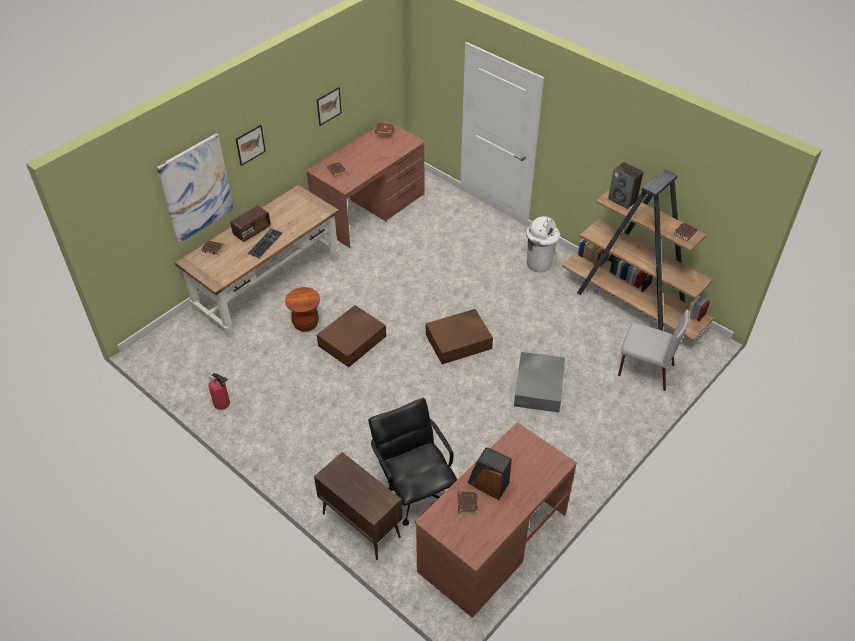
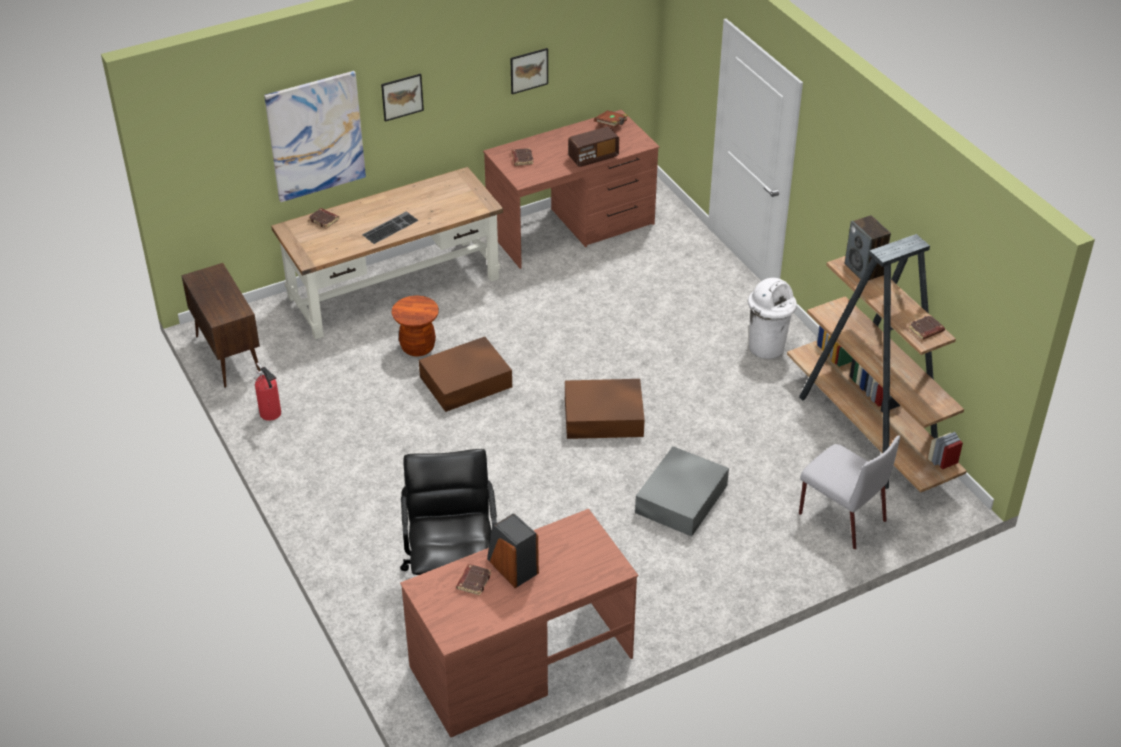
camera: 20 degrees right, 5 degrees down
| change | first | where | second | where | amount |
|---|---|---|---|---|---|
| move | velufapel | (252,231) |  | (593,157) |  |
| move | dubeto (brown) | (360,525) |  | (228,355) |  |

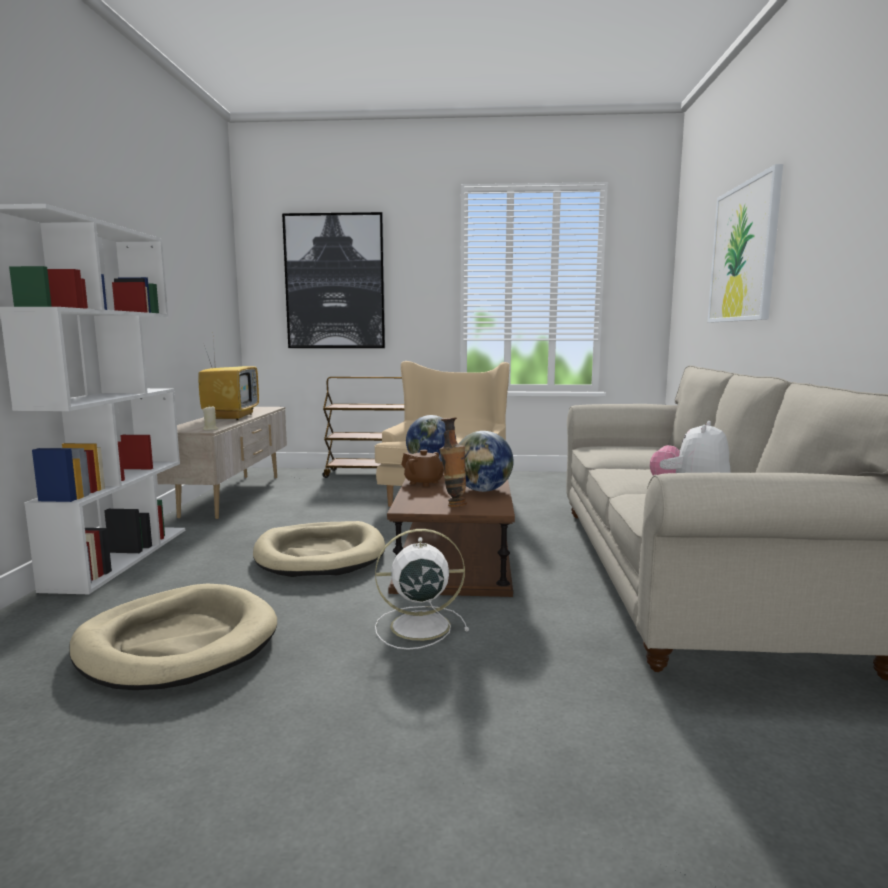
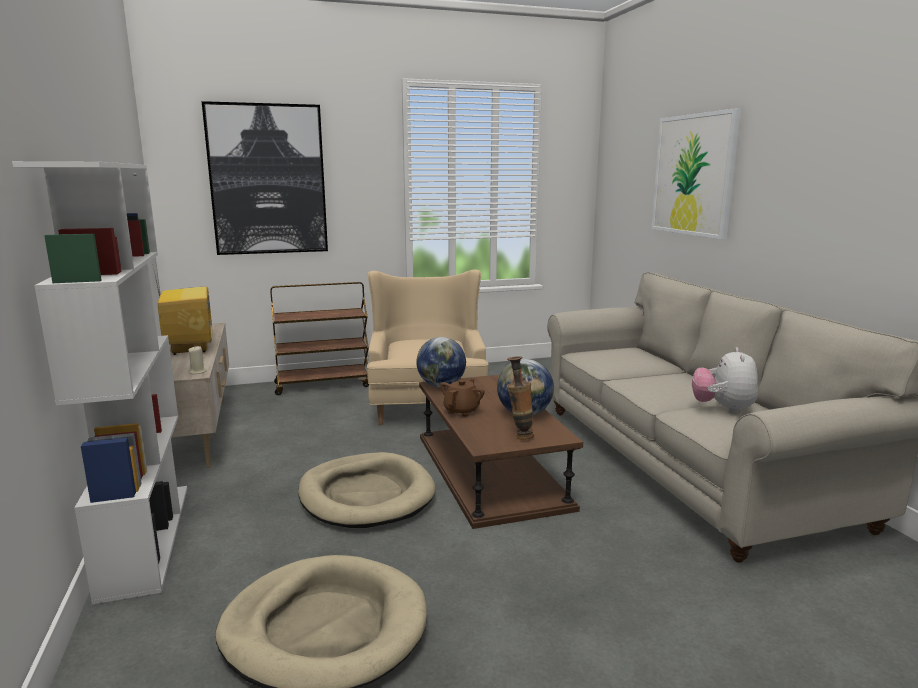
camera: 20 degrees left, 5 degrees up
| change | first | where | second | where | amount |
|---|---|---|---|---|---|
| rotate | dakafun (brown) | (424,483) |  | (462,411) | 75 degrees counterclockwise |
| delete | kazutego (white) | (417,626) |  |  |  |

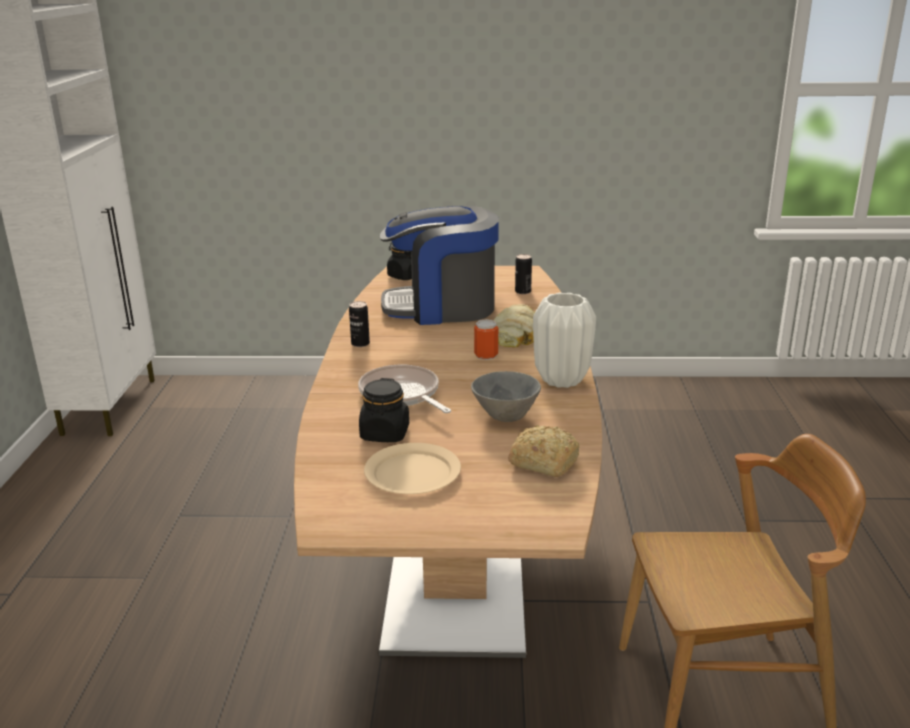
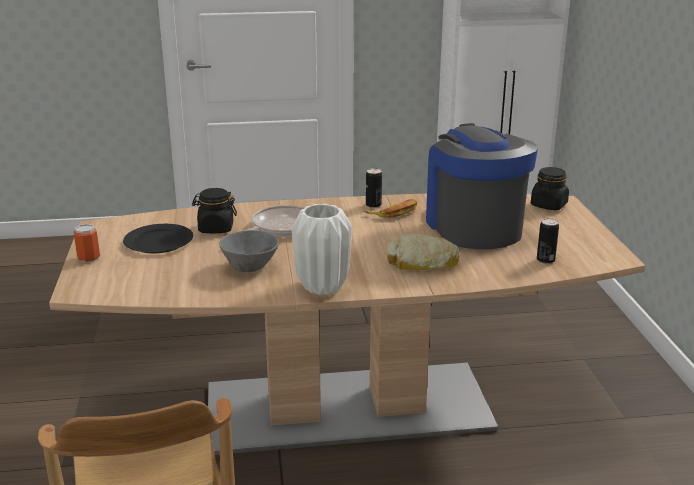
camera: 80 degrees right, 0 degrees up
| change | first | where | second | where | amount |
|---|---|---|---|---|---|
| move | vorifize | (486,355) |  | (88,258) |  |
| delete | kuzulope | (542,462) |  |  |  |
| recolor | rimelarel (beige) | (413,473) | rimelarel (black) | (158,242) |  |
| insert |  |  | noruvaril | (394,212) |  |

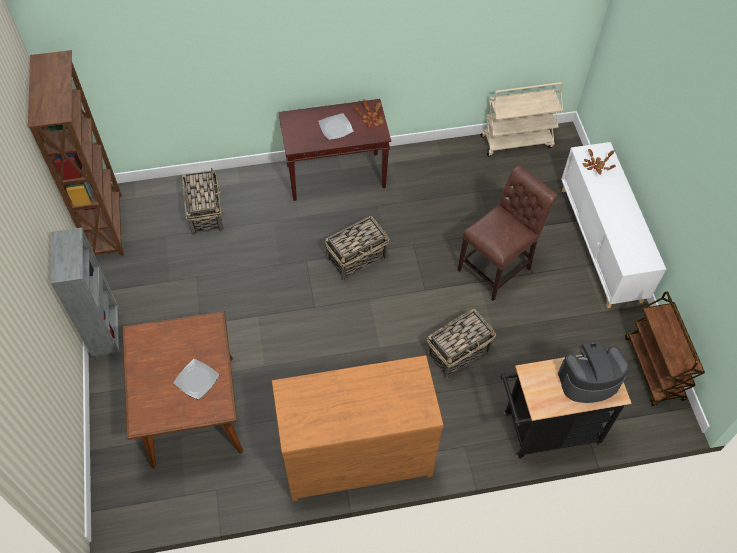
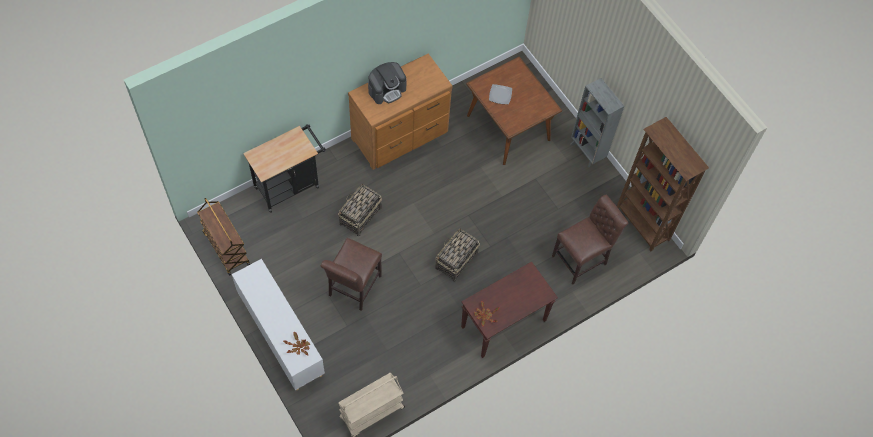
camera: 155 degrees right, 5 degrees up
| change | first | where | second | where | amount |
|---|---|---|---|---|---|
| delete | rimelarel | (335,128) |  |  |  |
| replace | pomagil | (205,212) | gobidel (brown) | (582,259) |  |
| move | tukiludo | (588,380) |  | (387,89) |  |

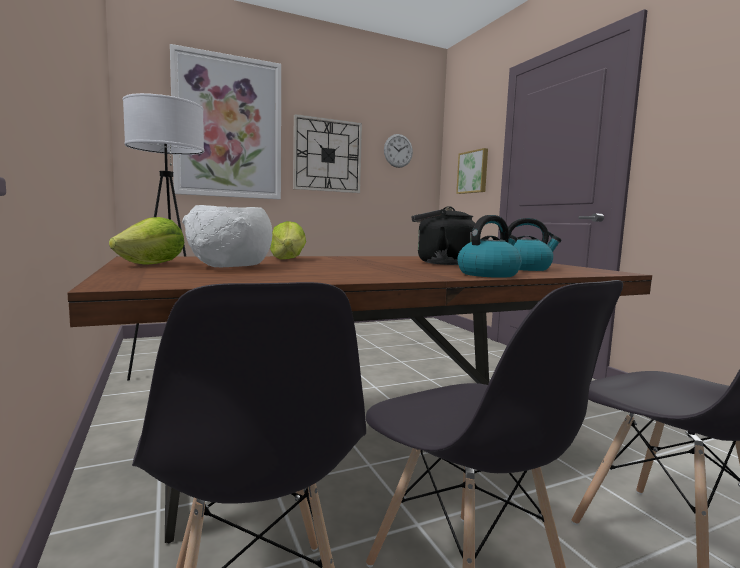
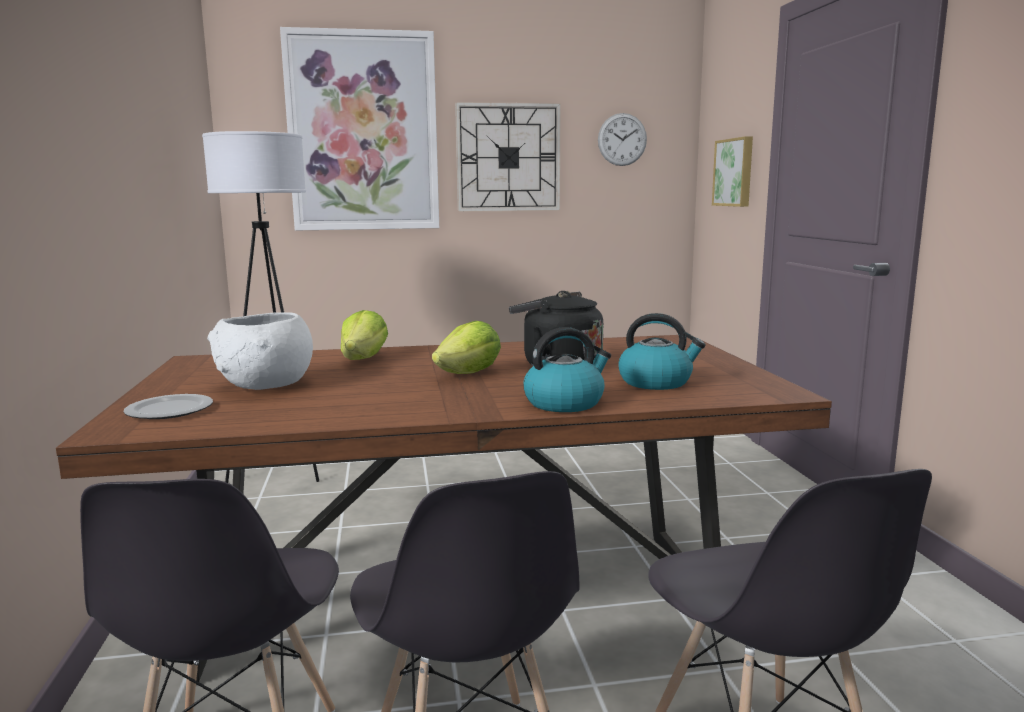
camera: 15 degrees right, 5 degrees up
| change | first | where | second | where | amount |
|---|---|---|---|---|---|
| move | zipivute | (153,264) |  | (469,373) |  |
| insert |  |  | rimelarel | (169,410) |  |

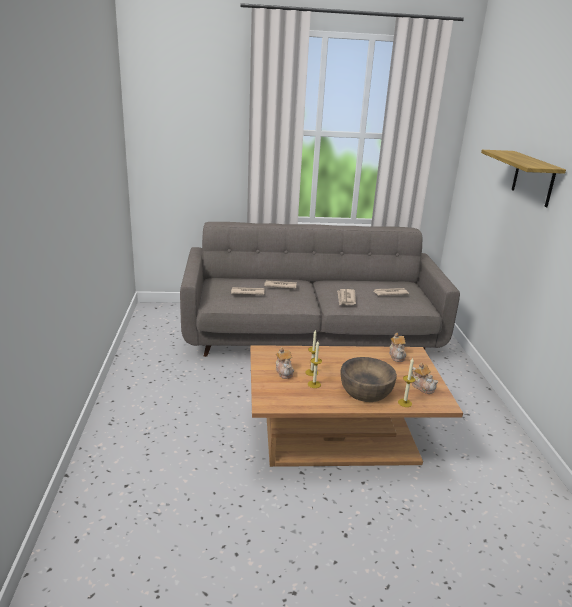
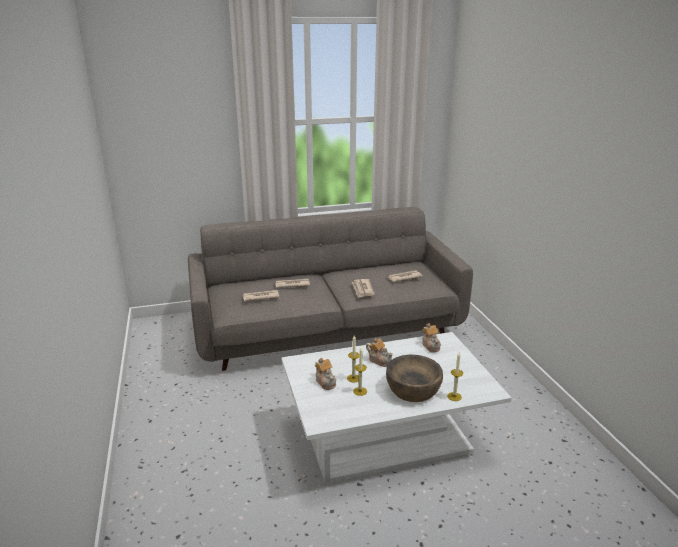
camera: 10 degrees left, 0 degrees up
| change | first | where | second | where | amount |
|---|---|---|---|---|---|
| delete | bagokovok | (533,179) |  |  |  |
| recolor | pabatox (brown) | (340,438) | pabatox (white) | (387,438) |  |
| move | dakafun | (422,387) |  | (379,360) |  |

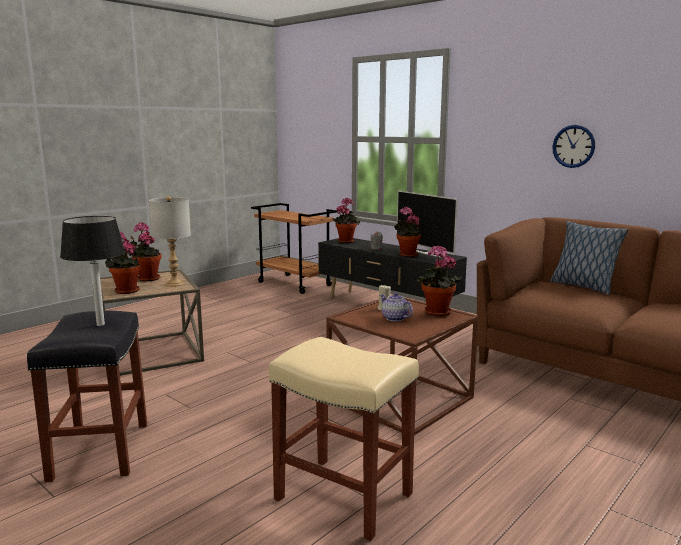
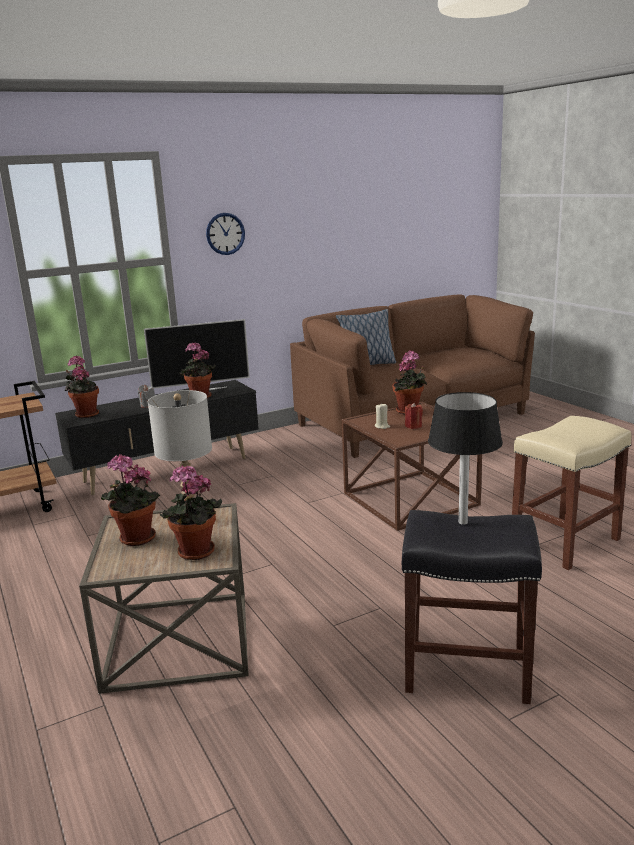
camera: 70 degrees left, 5 degrees up
| change | first | where | second | where | amount |
|---|---|---|---|---|---|
| move | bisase | (573,146) |  | (225,233) |  |
| replace | dakafun | (394,318) | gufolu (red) | (413,426) |  |

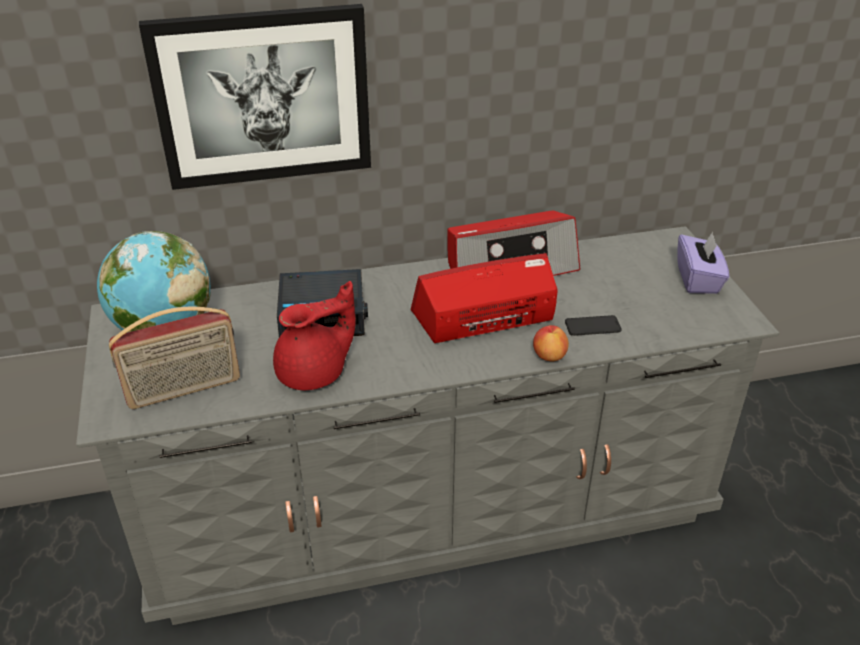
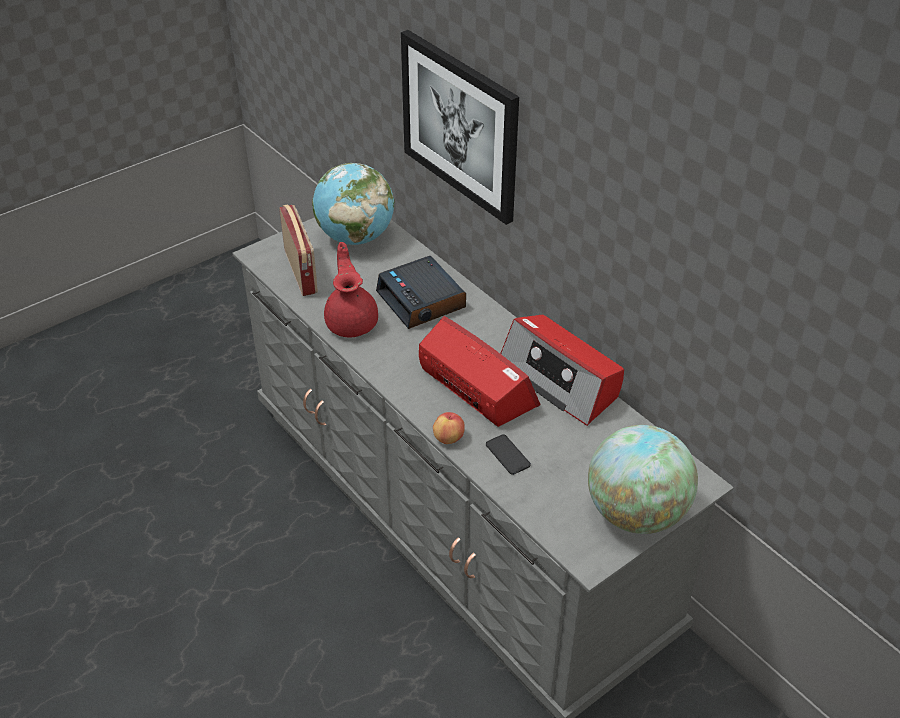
camera: 65 degrees right, 5 degrees up
| change | first | where | second | where | amount |
|---|---|---|---|---|---|
| replace | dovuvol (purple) | (698,279) | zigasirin | (636,513) |  |
| rotate | dakafun (red) | (315,373) |  | (352,322) | 135 degrees counterclockwise |
| rotate | velufapel | (184,389) |  | (301,271) | 150 degrees counterclockwise |

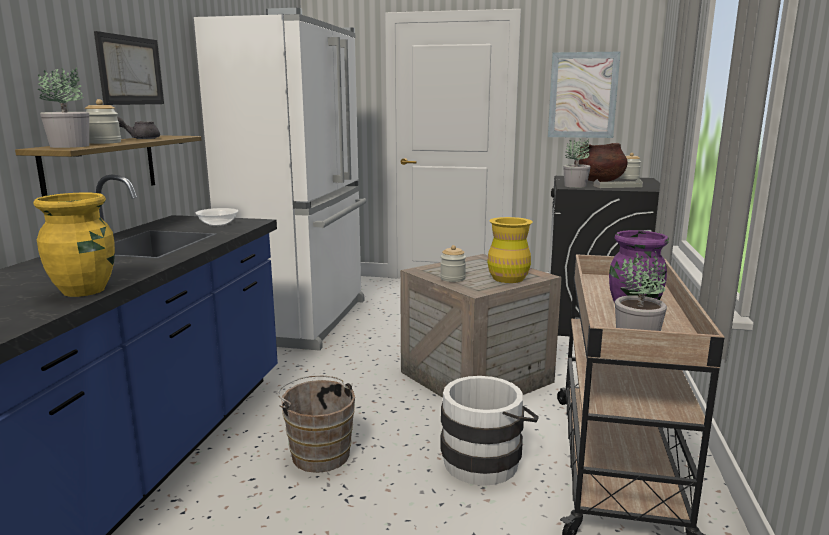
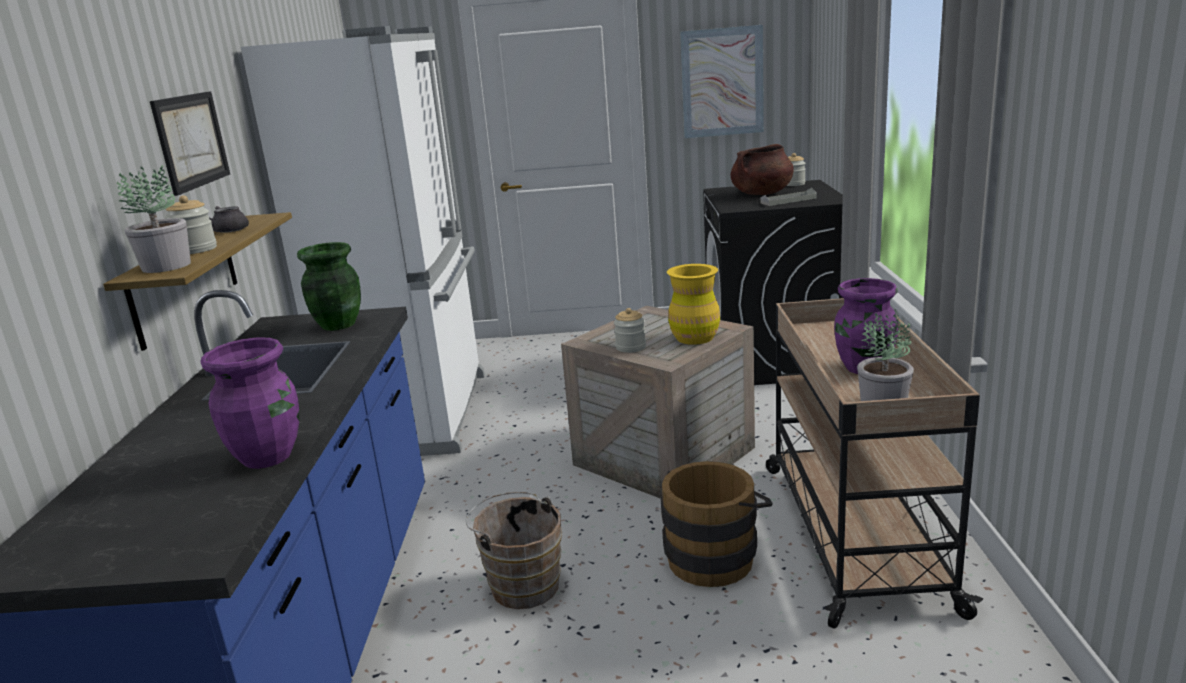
camera: 10 degrees left, 5 degrees up
| change | first | where | second | where | amount |
|---|---|---|---|---|---|
| delete | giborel | (575,186) |  |  |  |
| recolor | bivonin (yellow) | (85,290) | bivonin (purple) | (268,456) |  |
| replace | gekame | (218,224) | bivonin (green) | (337,325) |  |
| recolor | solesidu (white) | (486,460) | solesidu (brown) | (715,556) |  |

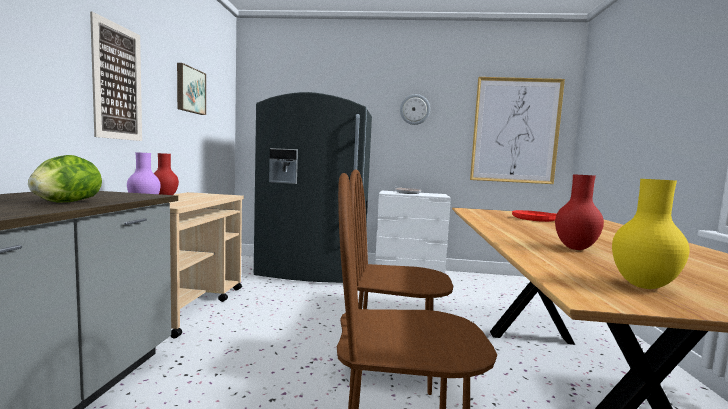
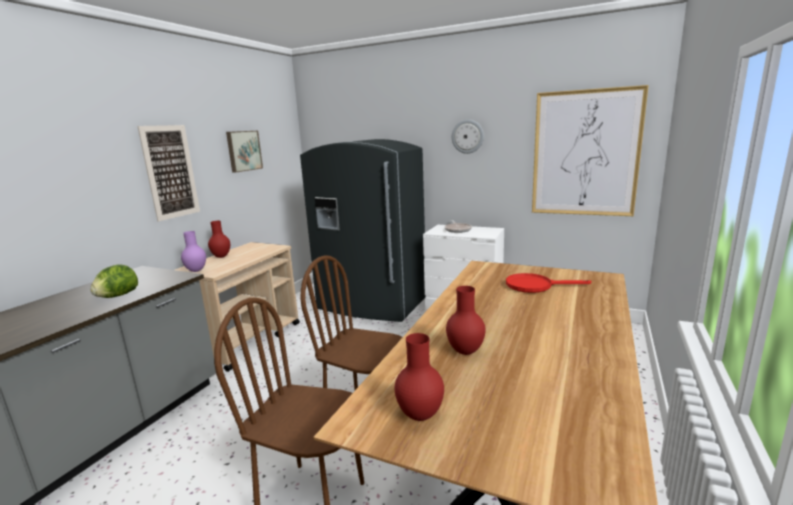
camera: 20 degrees right, 10 degrees up
| change | first | where | second | where | amount |
|---|---|---|---|---|---|
| recolor | bivonin (yellow) | (645,286) | bivonin (red) | (421,416) |  |

